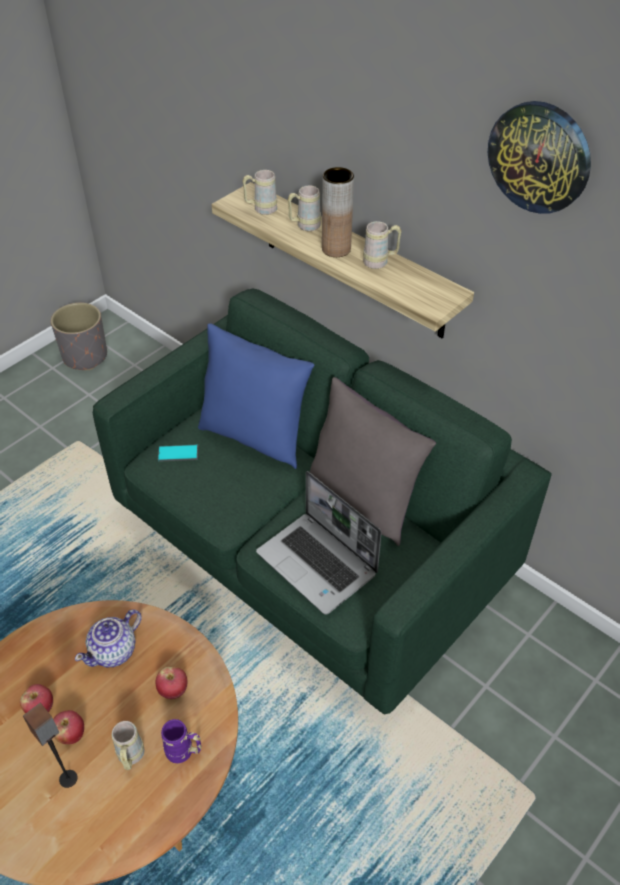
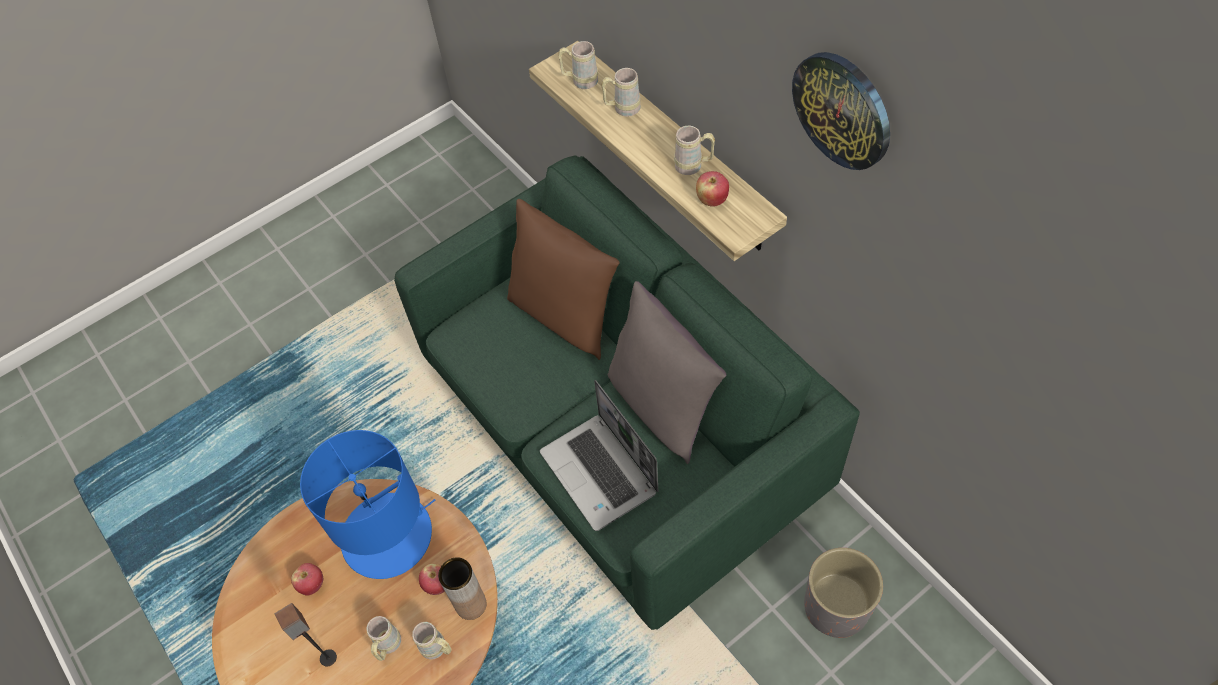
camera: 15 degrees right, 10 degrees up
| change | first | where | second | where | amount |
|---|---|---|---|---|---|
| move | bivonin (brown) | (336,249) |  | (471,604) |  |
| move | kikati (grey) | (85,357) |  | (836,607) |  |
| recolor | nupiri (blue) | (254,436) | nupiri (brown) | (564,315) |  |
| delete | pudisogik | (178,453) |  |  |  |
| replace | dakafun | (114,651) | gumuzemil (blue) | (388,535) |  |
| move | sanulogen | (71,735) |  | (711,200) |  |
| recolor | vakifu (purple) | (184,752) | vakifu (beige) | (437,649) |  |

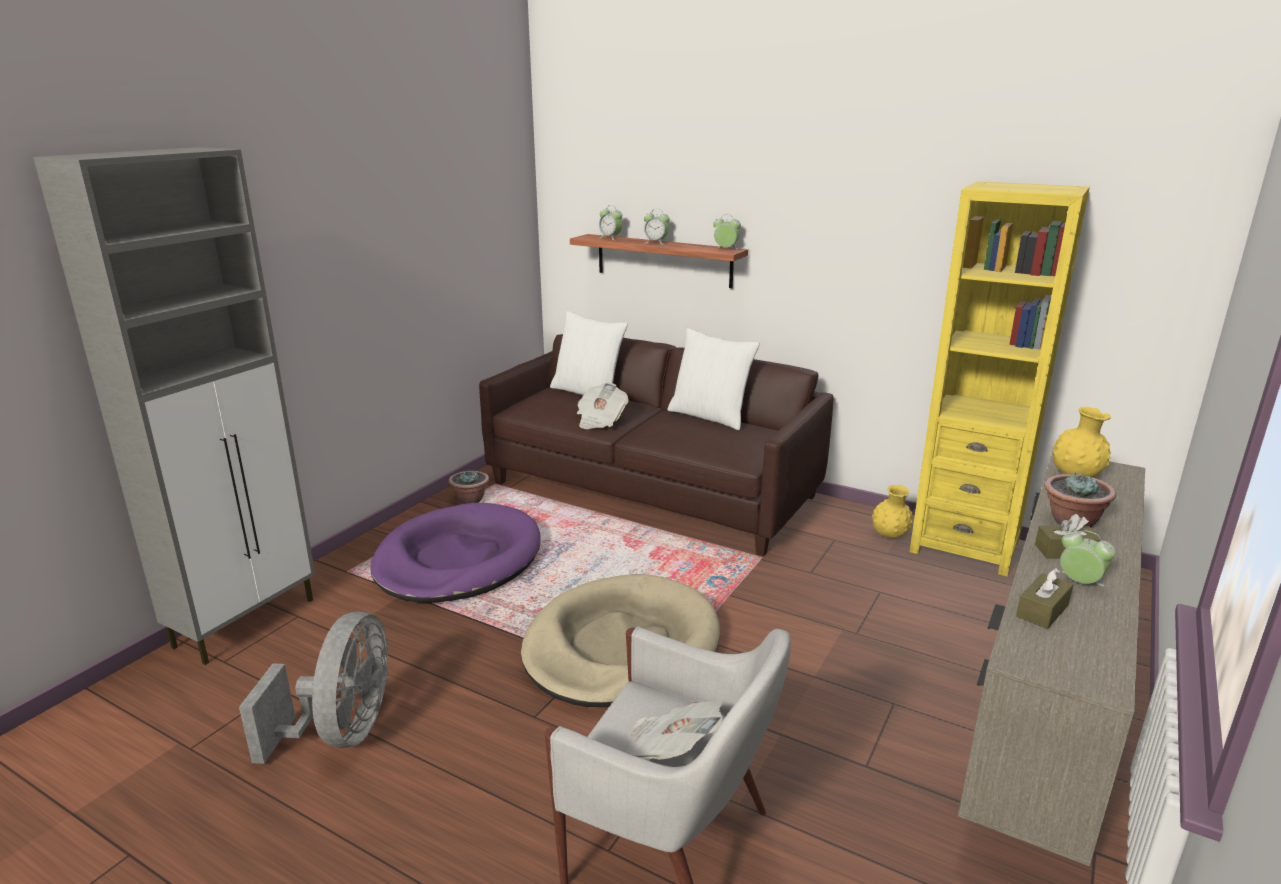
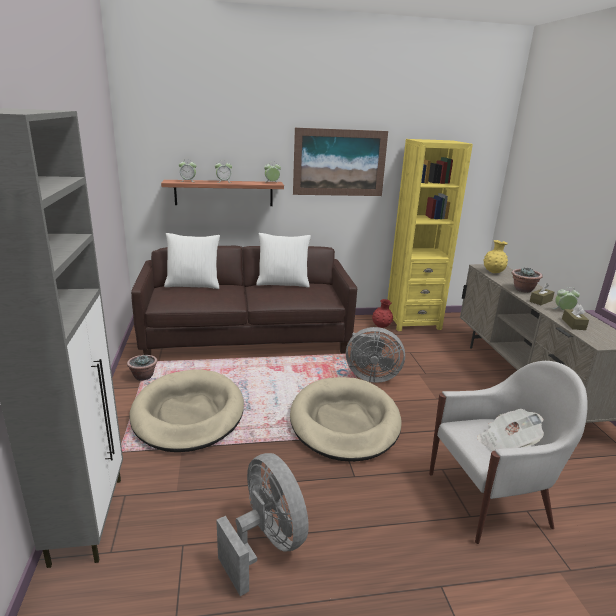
camera: 40 degrees left, 0 degrees up
| change | first | where | second | where | amount |
|---|---|---|---|---|---|
| delete | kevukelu | (600,420) |  |  |  |
| recolor | bivonin (yellow) | (890,536) | bivonin (red) | (381,326) |  |
| recolor | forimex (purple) | (458,560) | forimex (beige) | (188,414) |  |
| insert |  |  | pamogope | (339,163) |  |
| insert |  |  | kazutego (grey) | (370,376) |  |

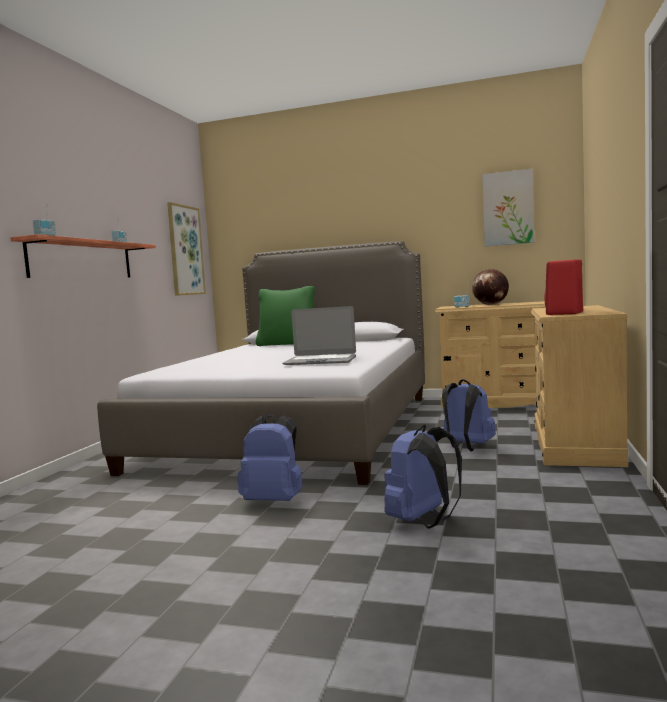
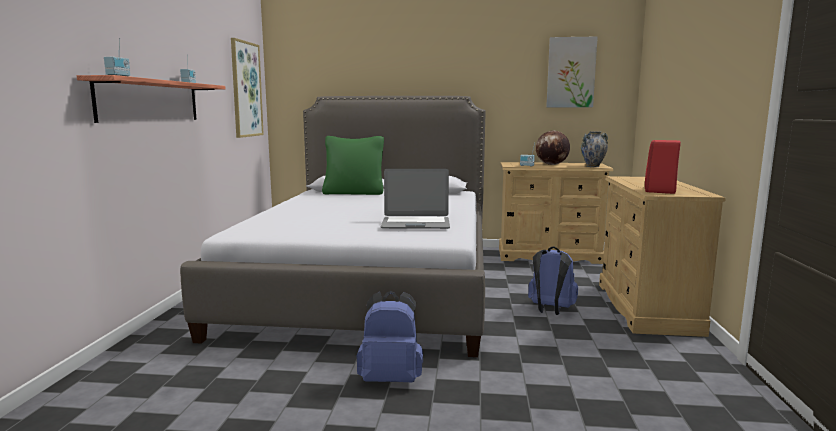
camera: 10 degrees left, 5 degrees up
| change | first | where | second | where | amount |
|---|---|---|---|---|---|
| delete | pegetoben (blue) | (423,521) |  |  |  |
| insert |  |  | bivonin | (592,166) |  |

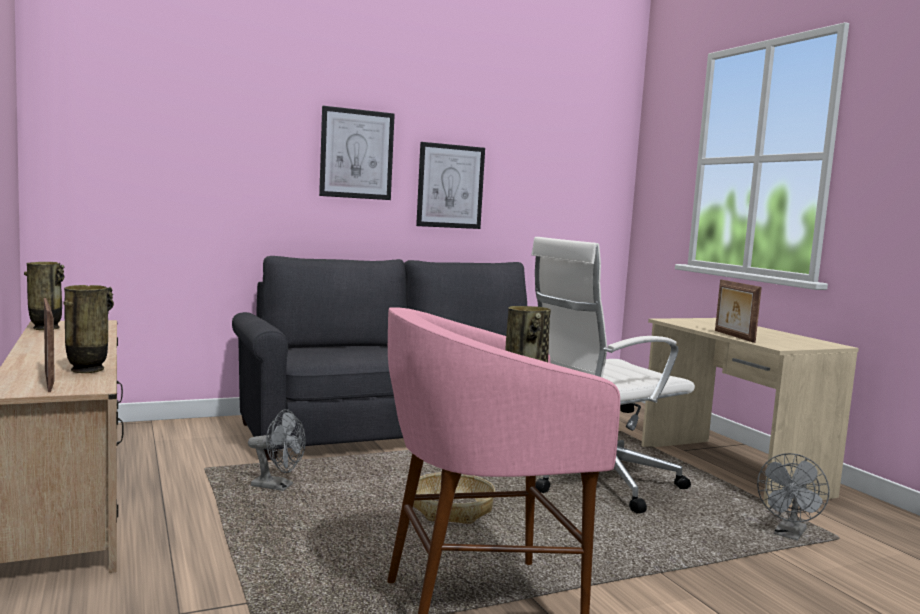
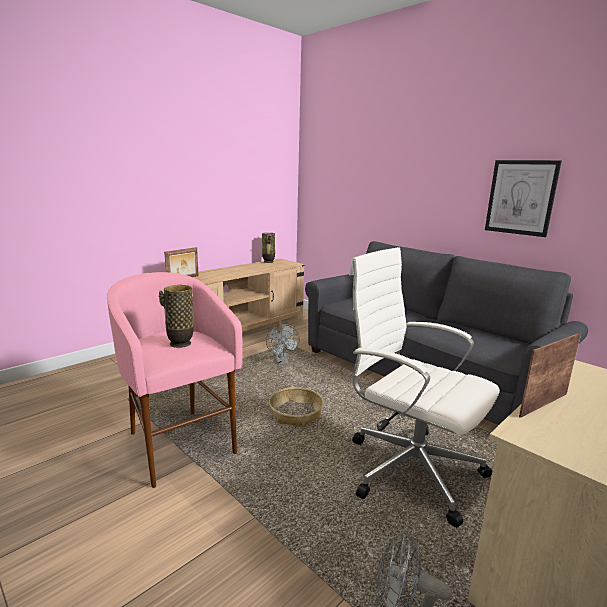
camera: 70 degrees right, 10 degrees up
| change | first | where | second | where | amount |
|---|---|---|---|---|---|
| delete | pamogope | (356,154) |  |  |  |
| delete | bivonin | (87,370) |  |  |  |

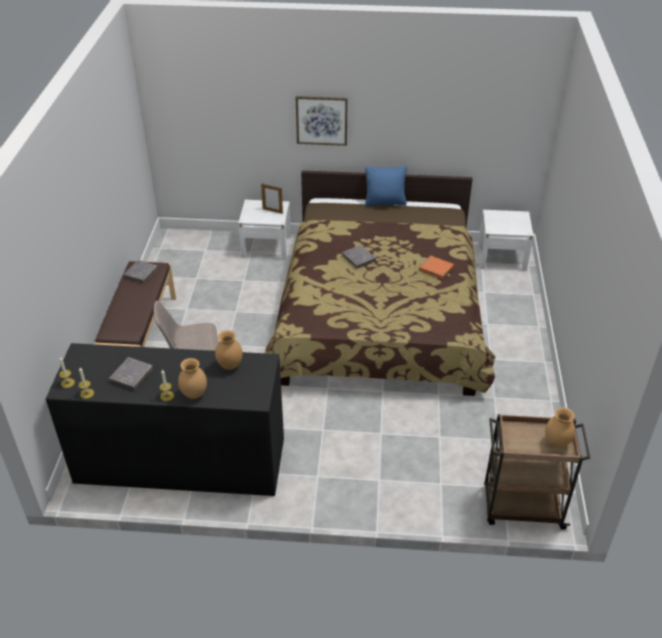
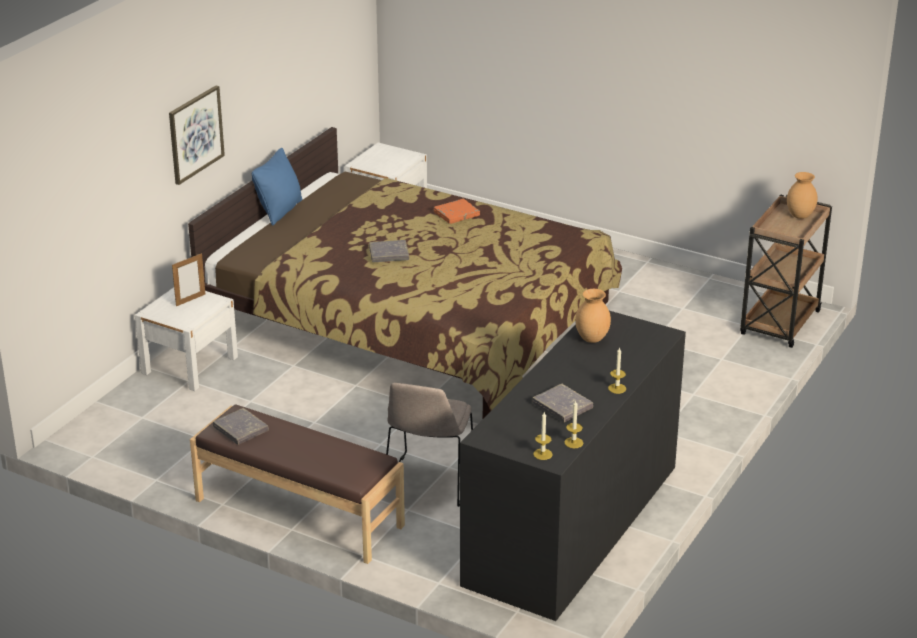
camera: 65 degrees left, 10 degrees down
| change | first | where | second | where | amount |
|---|---|---|---|---|---|
| delete | bivonin (brown) | (195,394) |  |  |  |

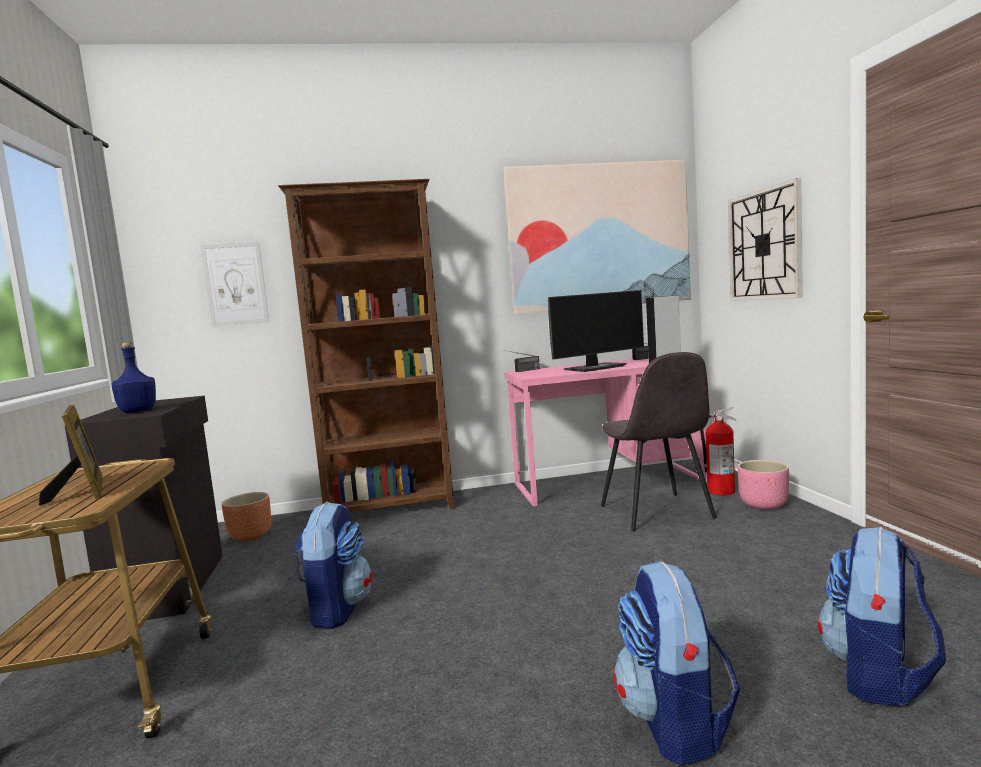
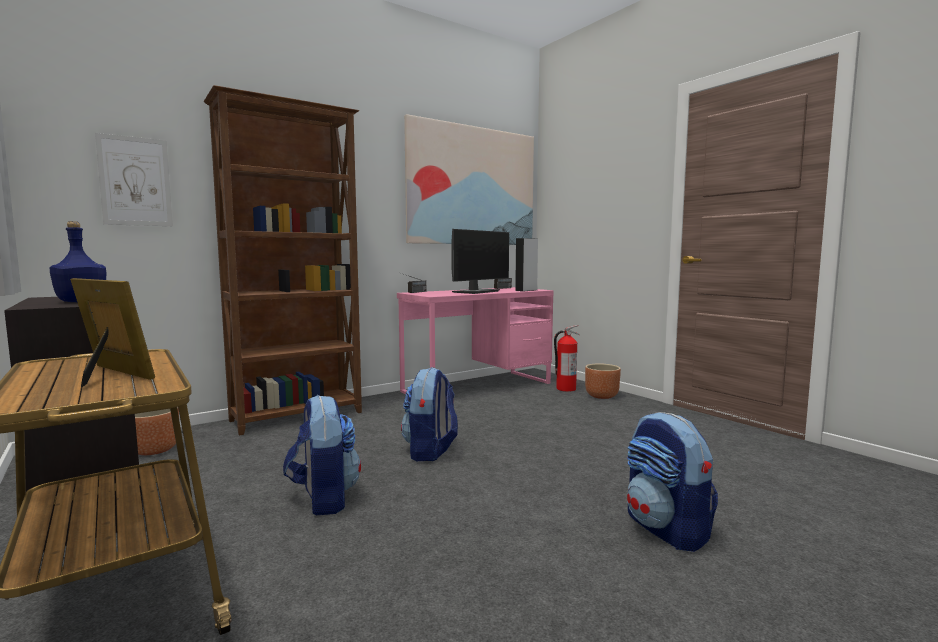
camera: 25 degrees left, 0 degrees up
| change | first | where | second | where | amount |
|---|---|---|---|---|---|
| delete | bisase | (764,245) |  |  |  |
| delete | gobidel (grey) | (657,513) |  |  |  |
| recolor | kikati (pink) | (763,505) | kikati (brown) | (601,396) |  |
| move | pegetoben | (879,676) |  | (430,451) |  |

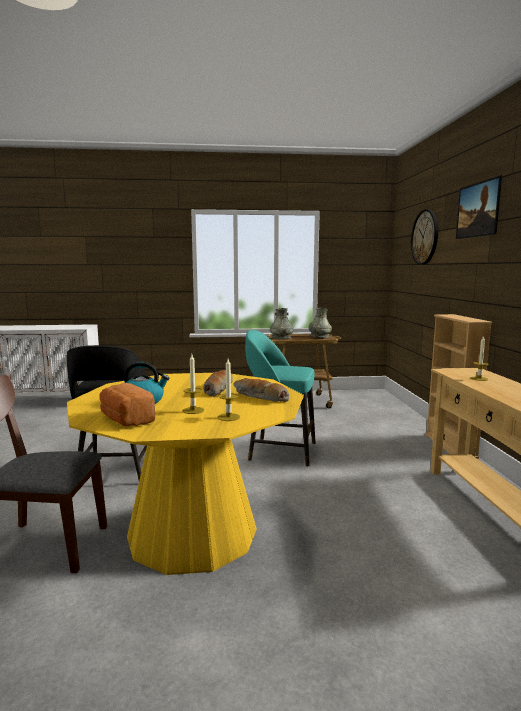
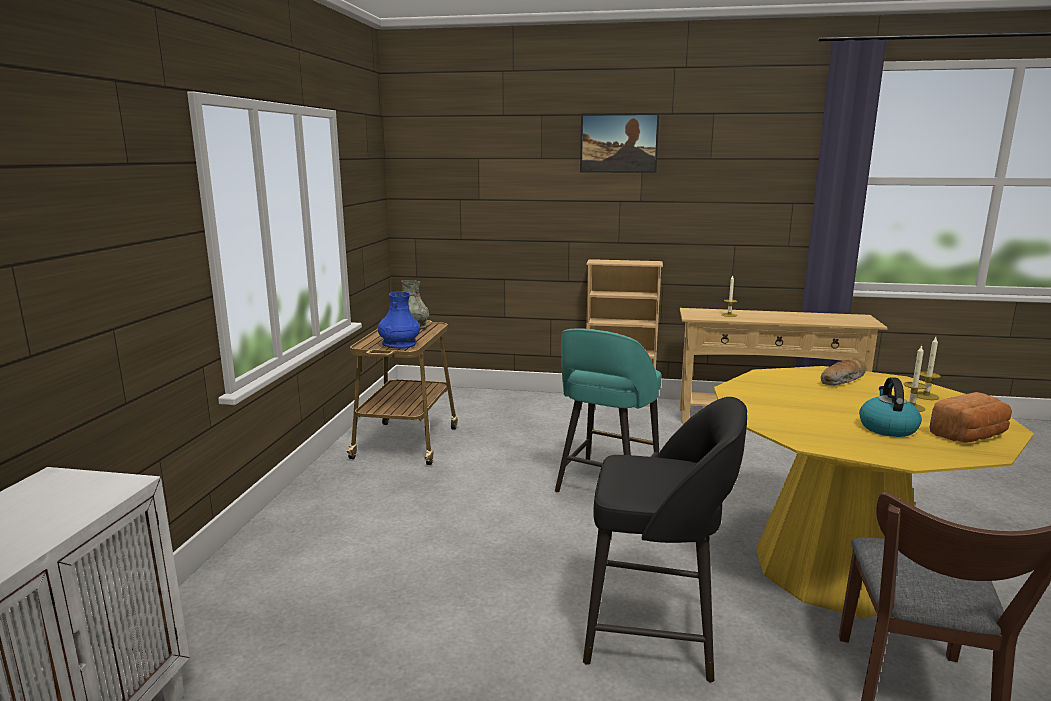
camera: 75 degrees left, 5 degrees up
| change | first | where | second | where | amount |
|---|---|---|---|---|---|
| delete | bisase | (425,237) |  |  |  |
| recolor | bivonin (grey) | (281,338) | bivonin (blue) | (399,344) |  |
| delete | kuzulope | (218,389) |  |  |  |

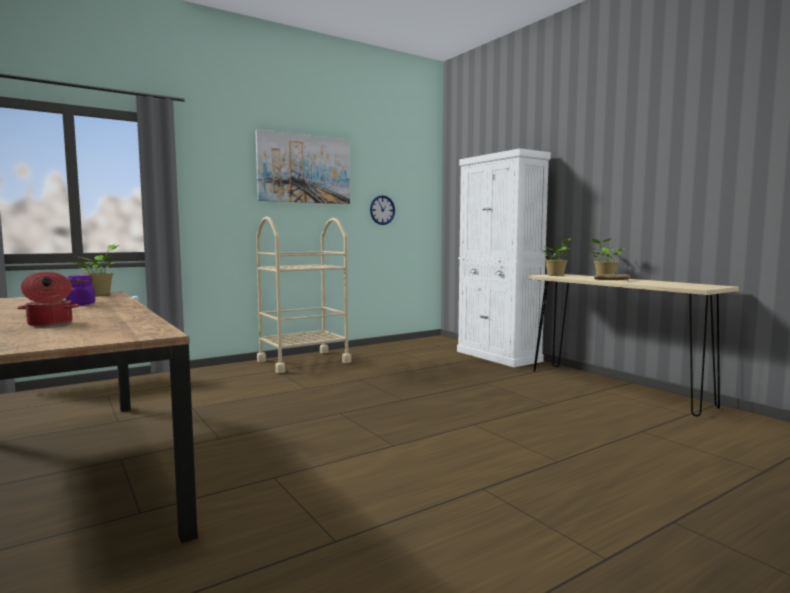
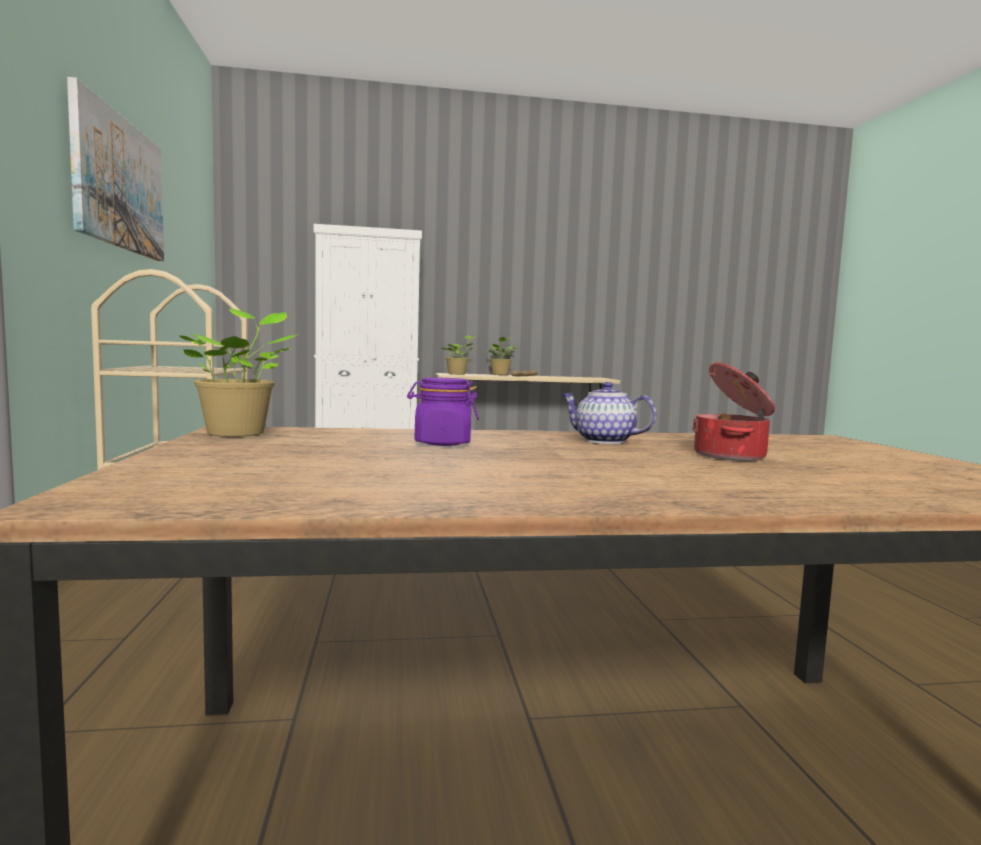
camera: 65 degrees left, 0 degrees up
| change | first | where | second | where | amount |
|---|---|---|---|---|---|
| delete | bisase | (382,210) |  |  |  |
| insert |  |  | dakafun | (603,441) |  |

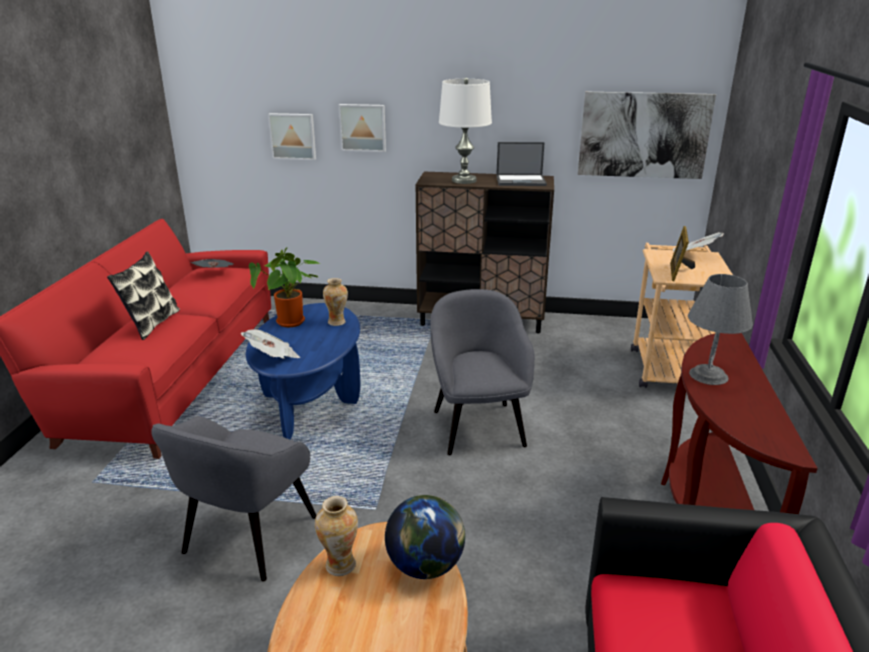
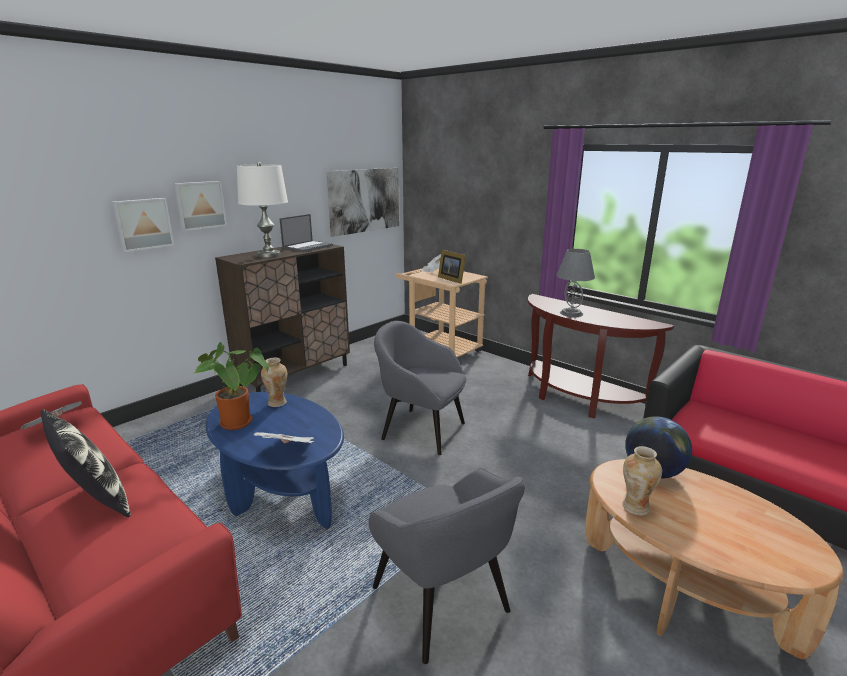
camera: 55 degrees left, 5 degrees down
| change | first | where | second | where | amount |
|---|---|---|---|---|---|
| move | pamogope | (293,136) |  | (200,205) |  |

